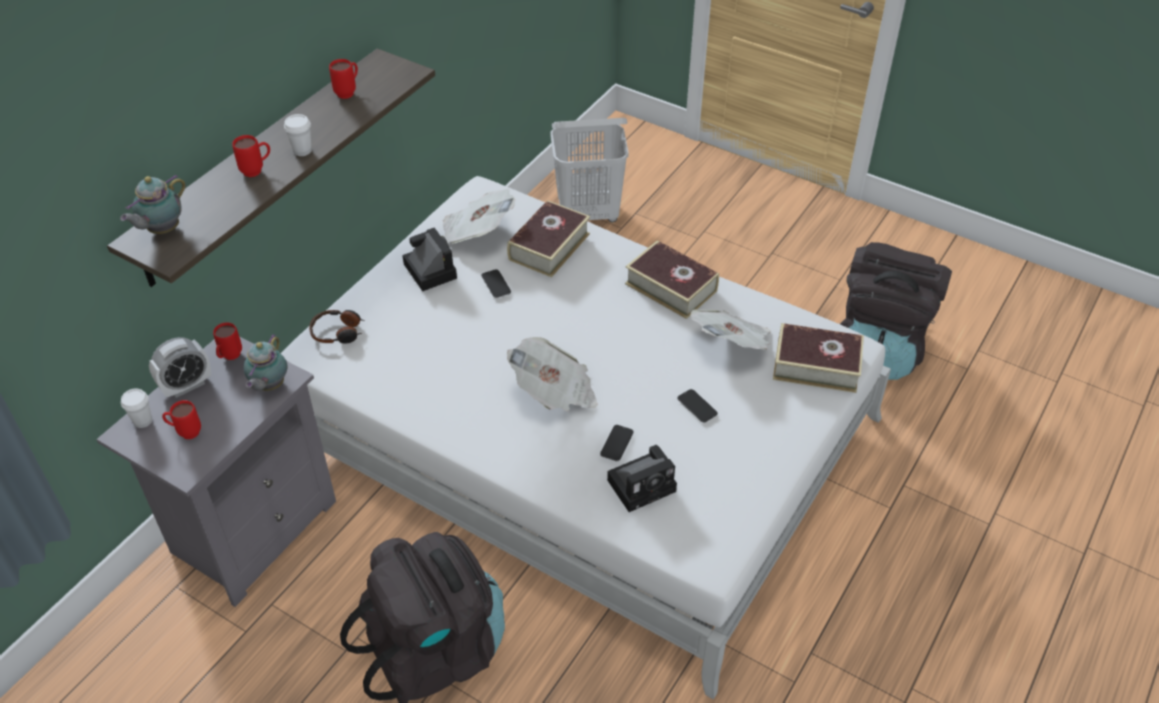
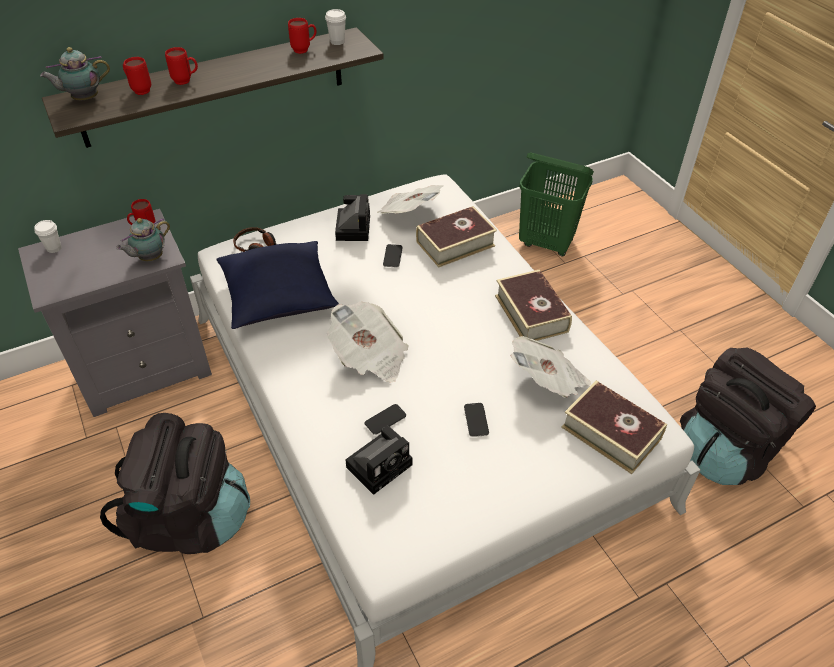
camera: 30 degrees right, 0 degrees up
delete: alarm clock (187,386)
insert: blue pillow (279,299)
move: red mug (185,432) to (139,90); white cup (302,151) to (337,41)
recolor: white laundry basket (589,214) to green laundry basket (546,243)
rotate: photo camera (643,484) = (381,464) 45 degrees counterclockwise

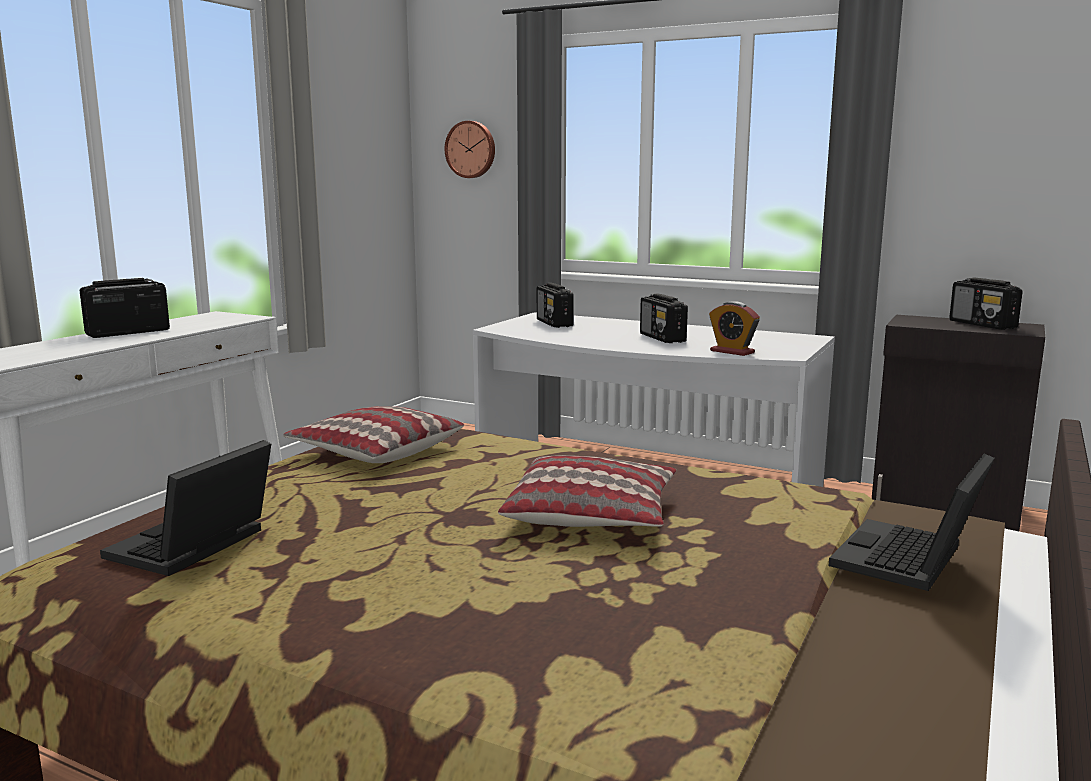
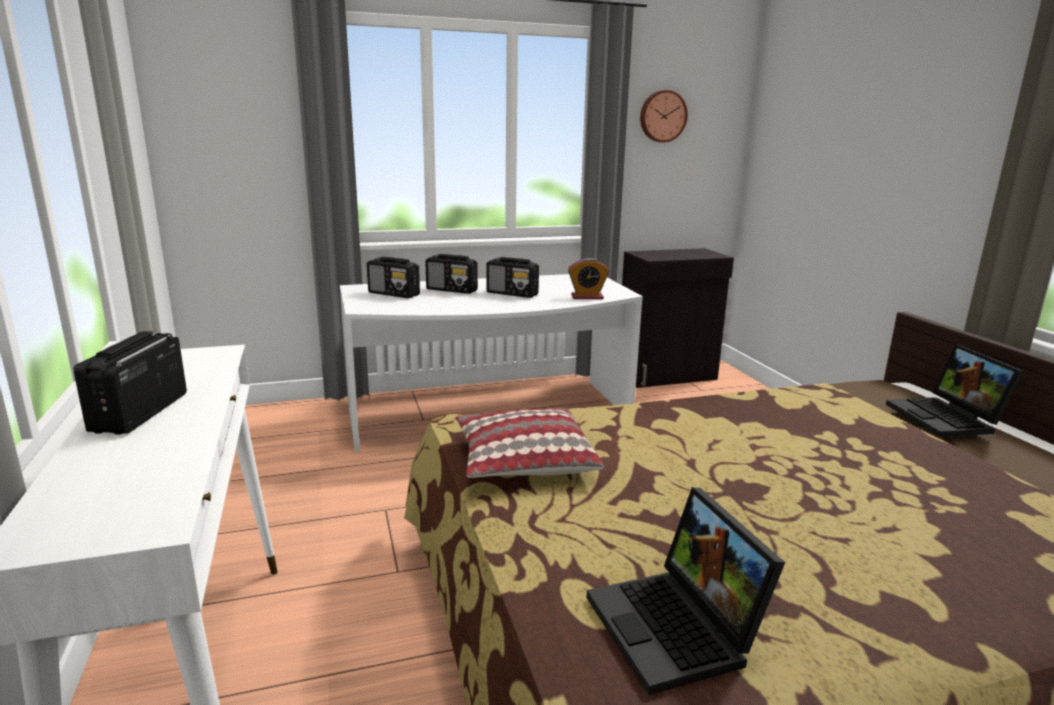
camera: 45 degrees left, 5 degrees up
delete: pillow (592,514)
move: wall clock (471,149) to (662,116); radio (983,325) to (452,290)

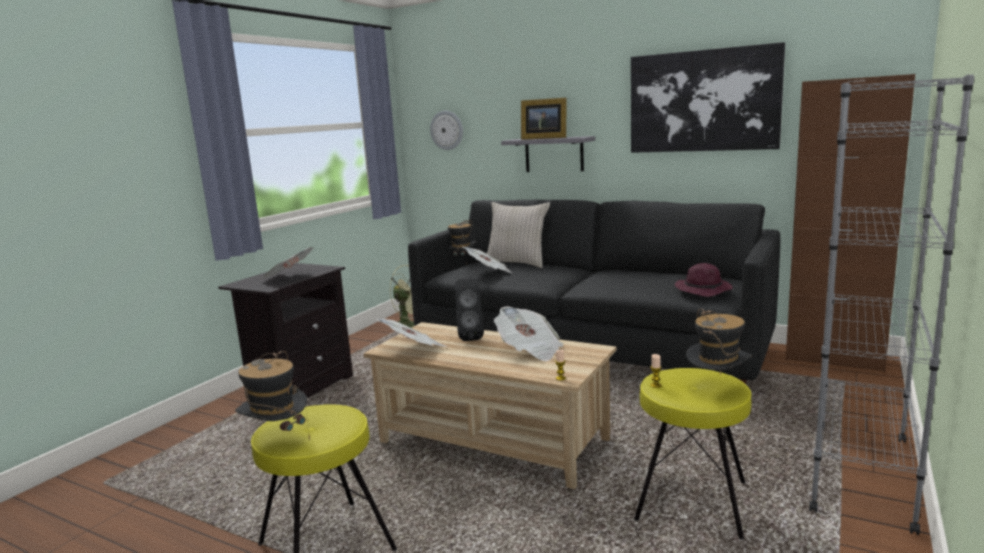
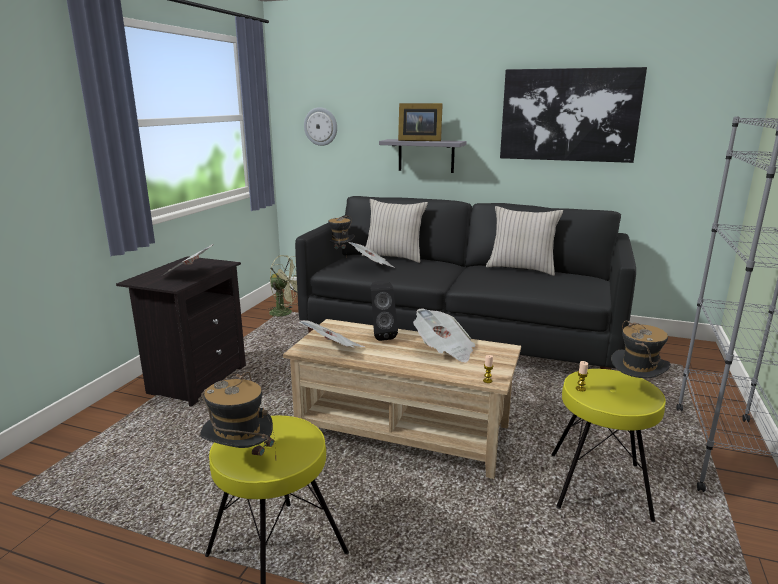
camera: 10 degrees left, 5 degrees up
delete: purple hat (704,290); brown cabinet (834,359)
insert: beige pillow (521,268)

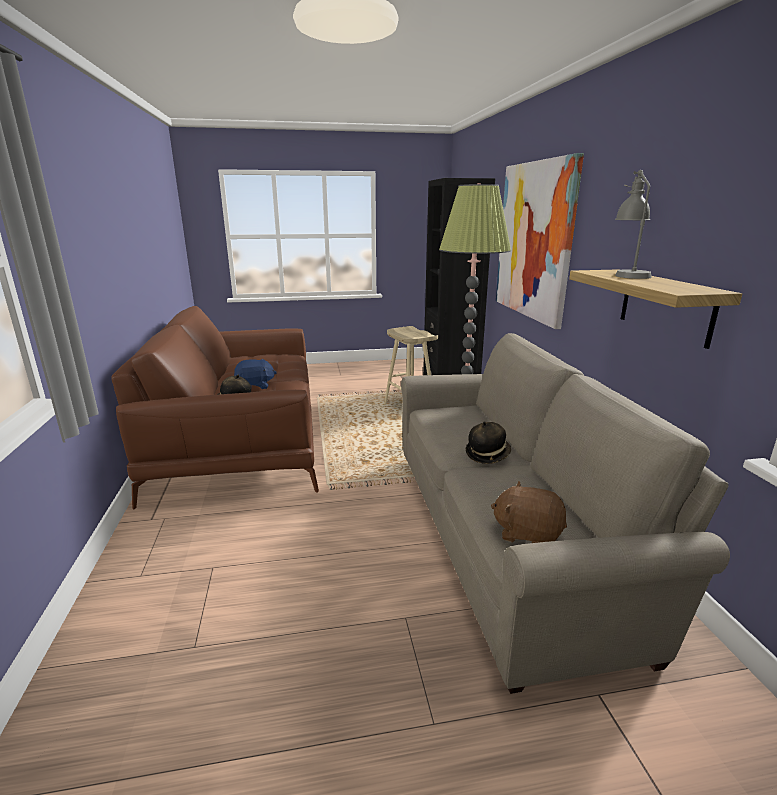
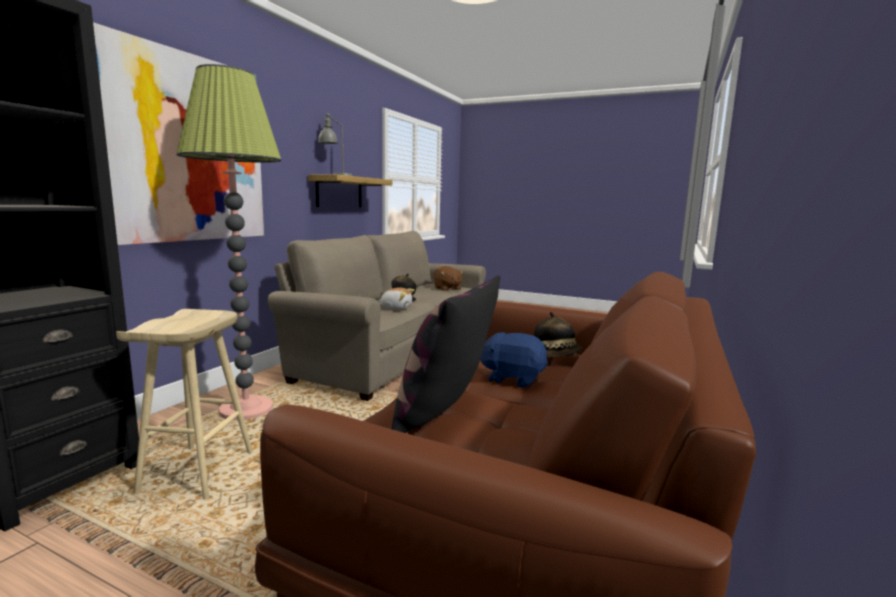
camera: 145 degrees left, 10 degrees down
insert: plush toy (396,308); pillow (444,412)

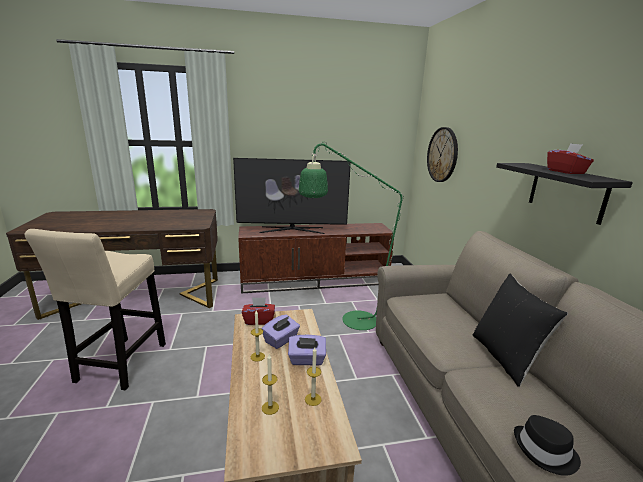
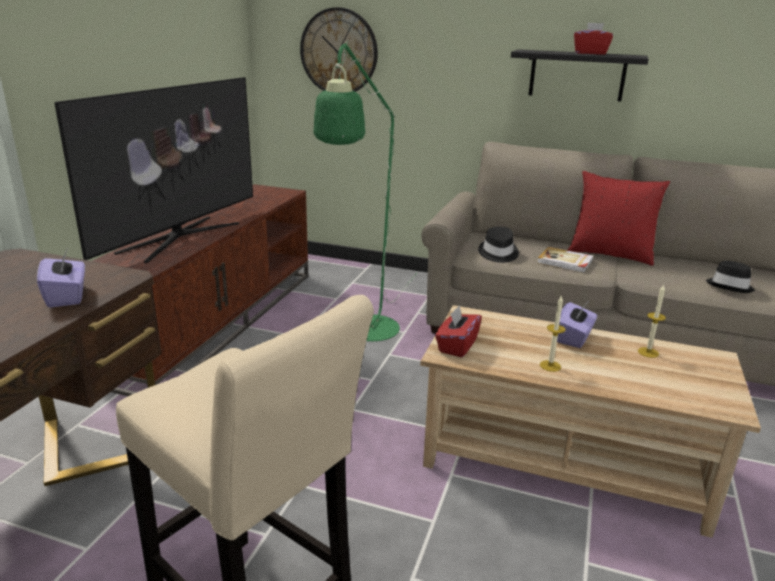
camera: 60 degrees left, 5 degrees up
delete: candle (270,407)
insert: black hat (498,253); book (565,262)
move: purple tissue box (281,340) to (67,296)
recolor: black pillow (505,358) to red pillow (610,254)

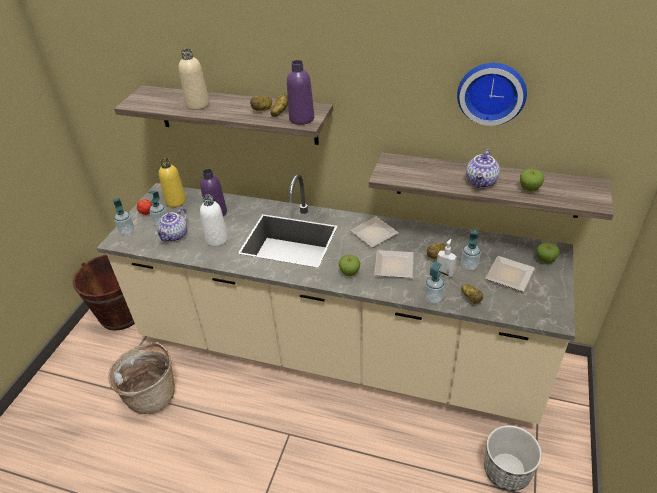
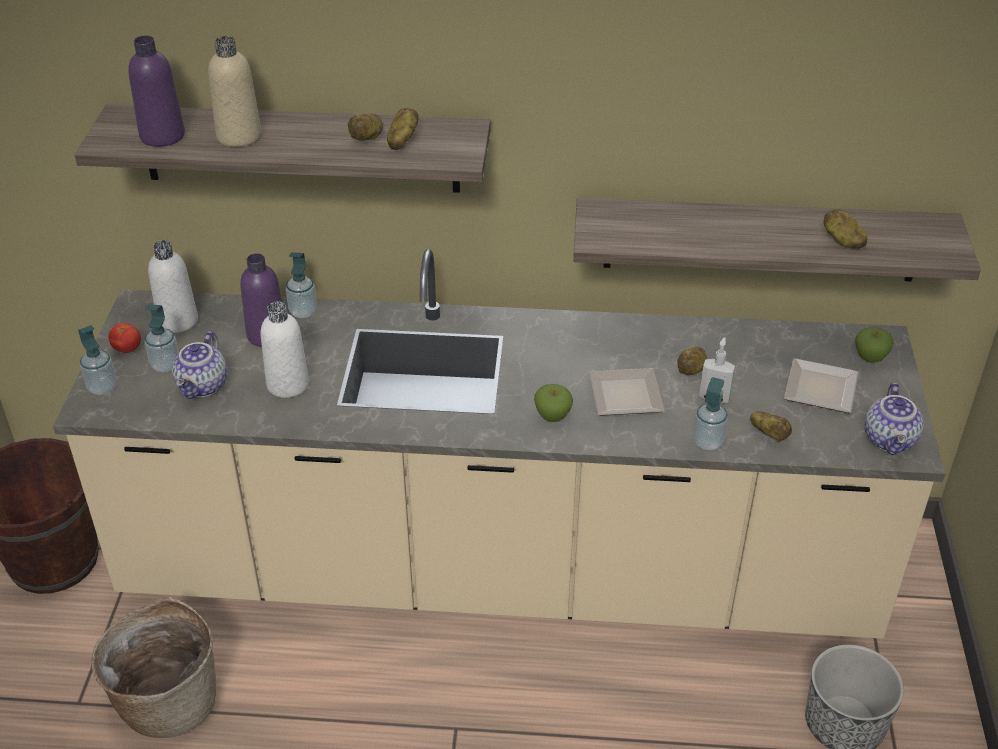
camera: 15 degrees left, 0 degrees up
delete: plate (373,235); wall clock (491,92)
move: purple bottle (301,119) to (162,136); soap dispenser (469,266) to (303,312); teapot (481,182) to (891,440)
replace: apple (529,189) to potato (842,241)
recolor: yellow bottle (176,201) to white bottle (178,321)

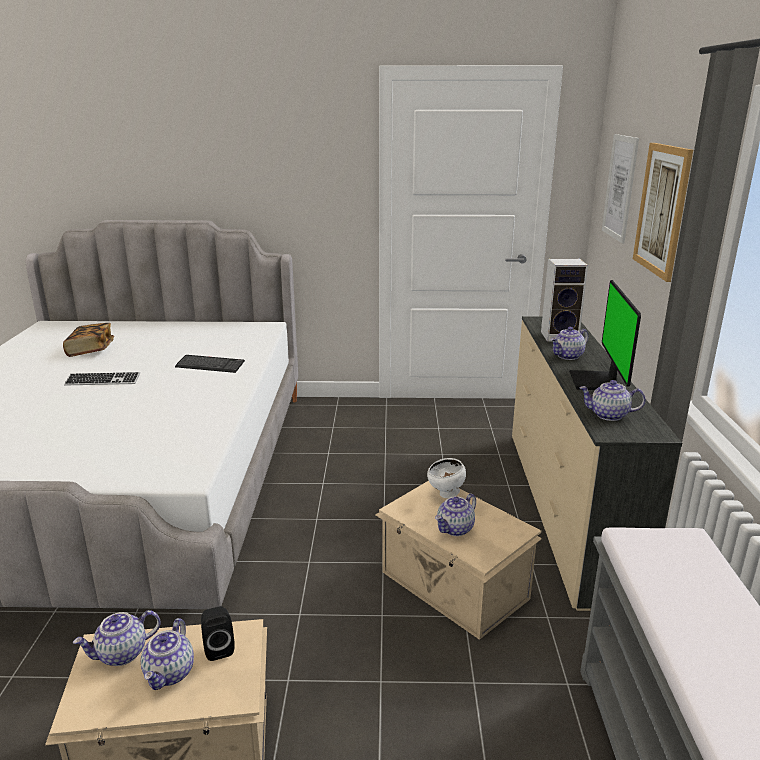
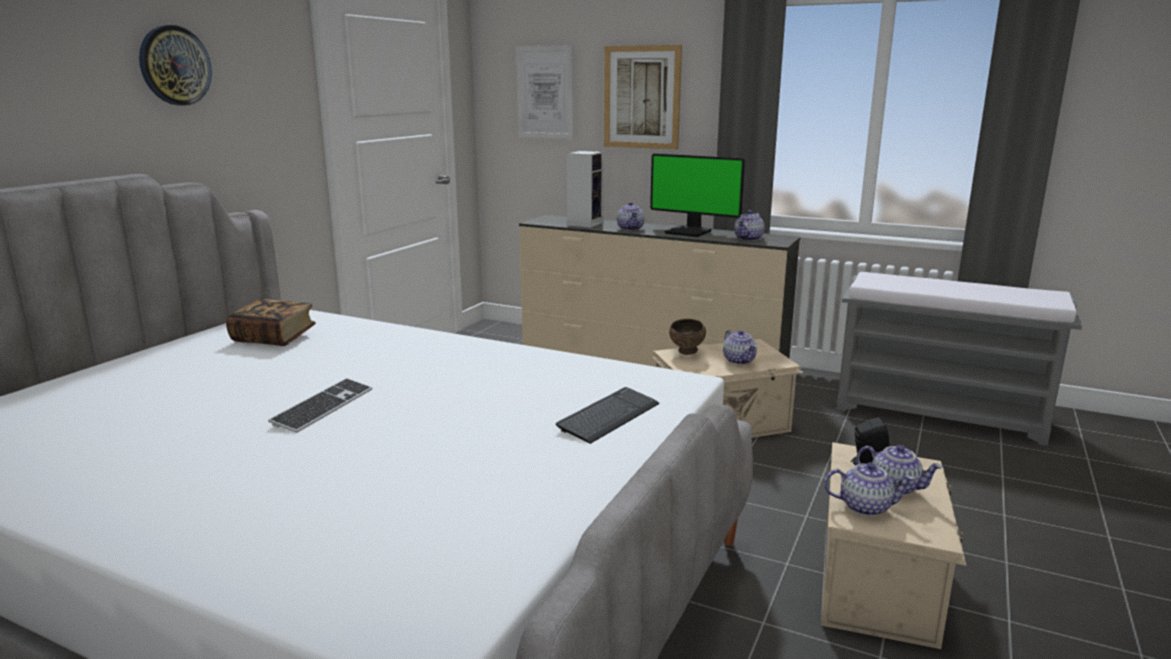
camera: 65 degrees left, 5 degrees down
insert: wall clock (174,65)
move: book (91,350) to (274,338); keyboard (210,365) to (609,417)
recolor: white bowl (446,494) to brown bowl (687,353)
rotate: teapot (122,654) = (865,507) 75 degrees counterclockwise

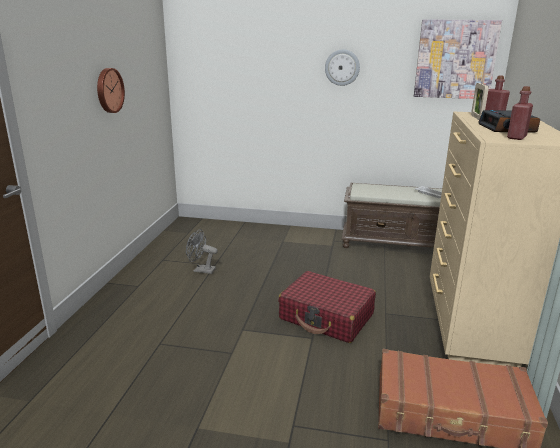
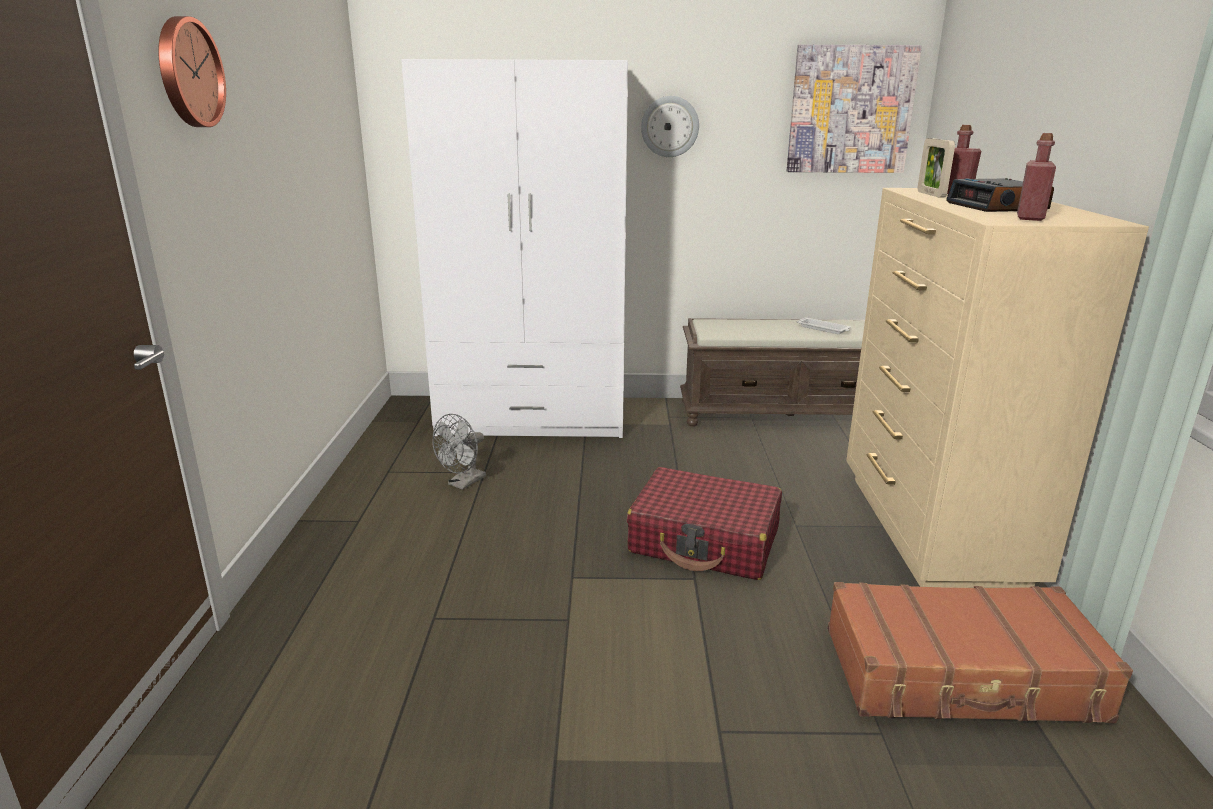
camera: 10 degrees left, 0 degrees up
insert: white wardrobe (534,417)
move: wall clock (109,90) to (188,73)
rotate: grey fan (201,270) = (463,483) 60 degrees counterclockwise

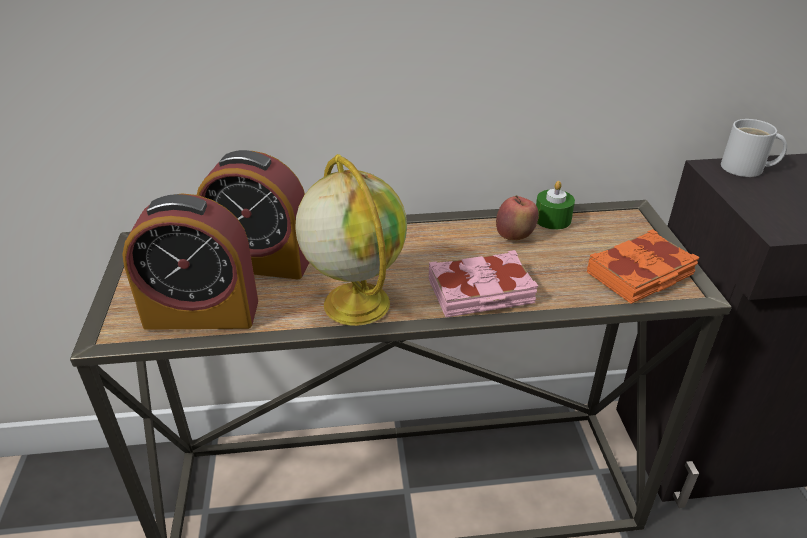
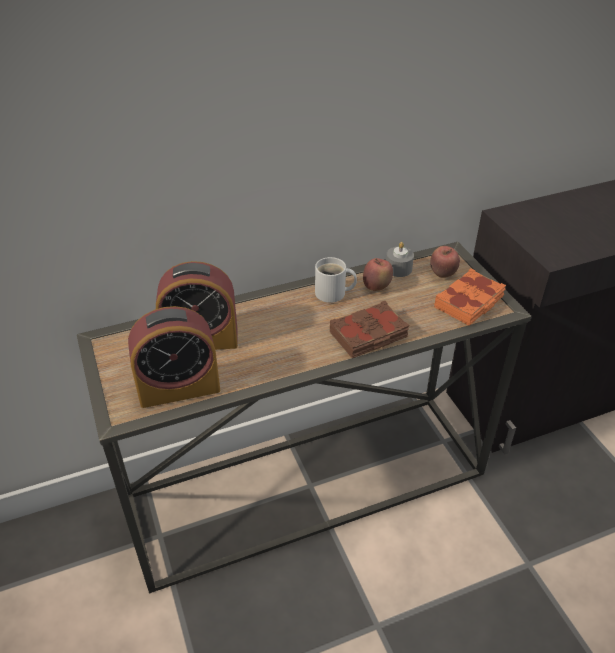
camera: 15 degrees left, 5 degrees up
delete: globe (355,302)
insert: apple (442,274)
move: white mug (746,169) to (333,294)
recolor: pink book (481,292) to brown book (369,335); green candle (552,219) to grey candle (398,268)

